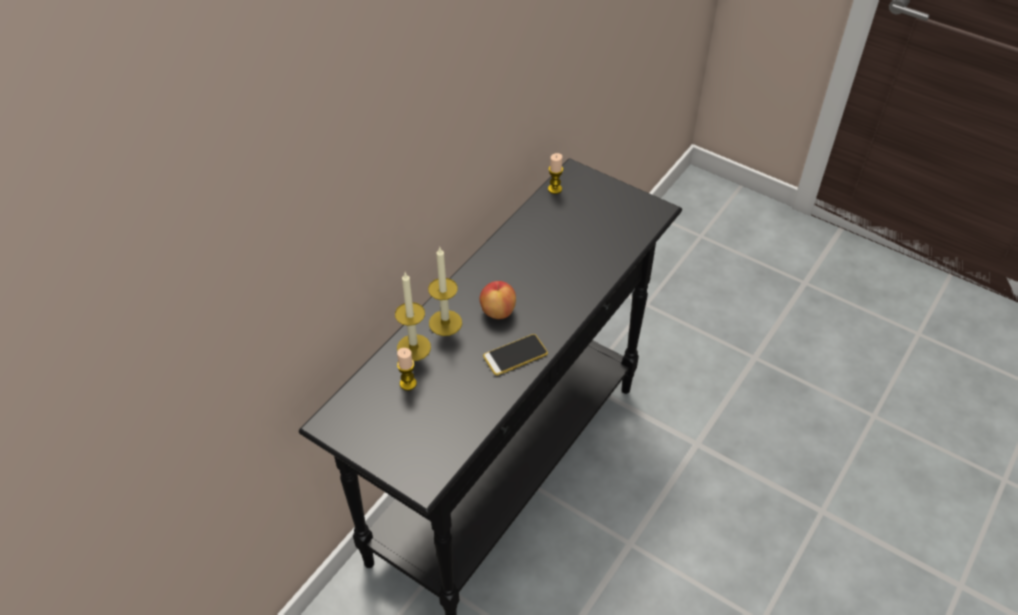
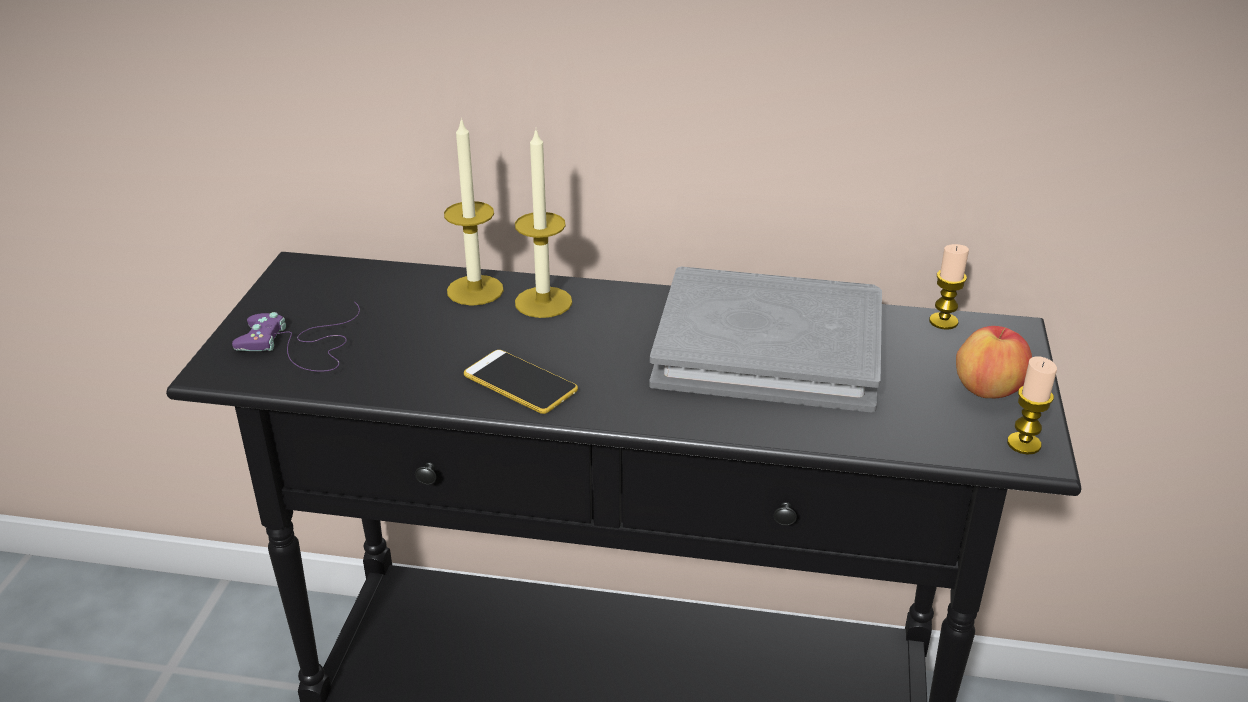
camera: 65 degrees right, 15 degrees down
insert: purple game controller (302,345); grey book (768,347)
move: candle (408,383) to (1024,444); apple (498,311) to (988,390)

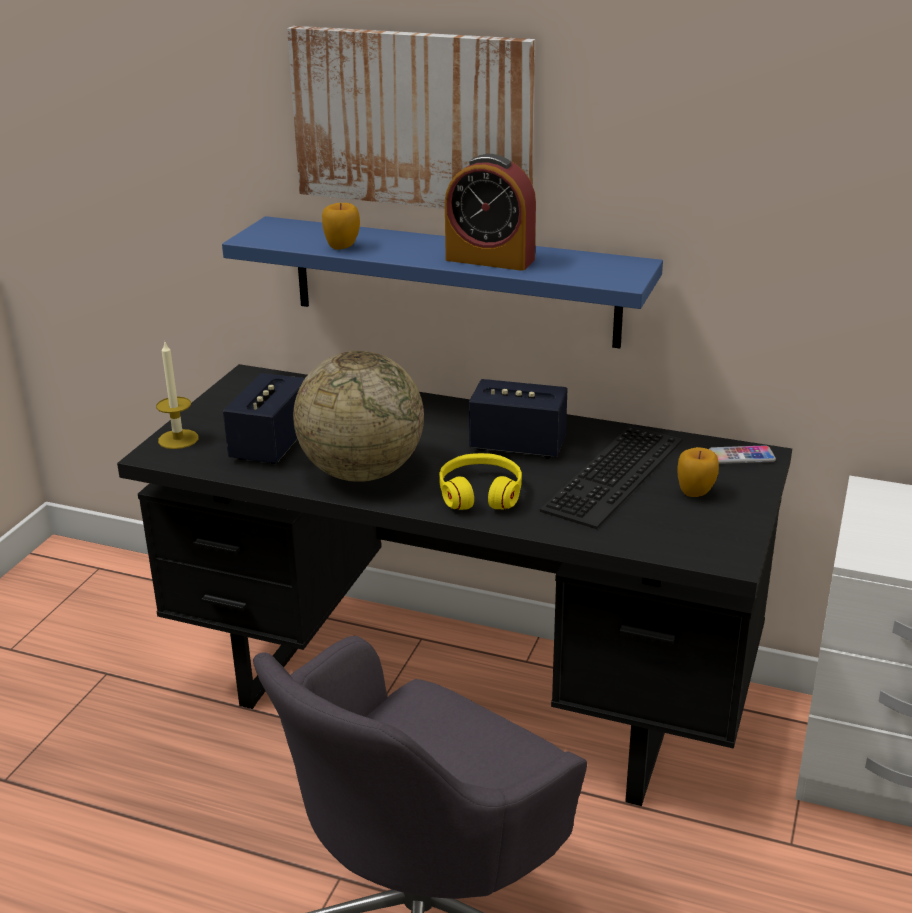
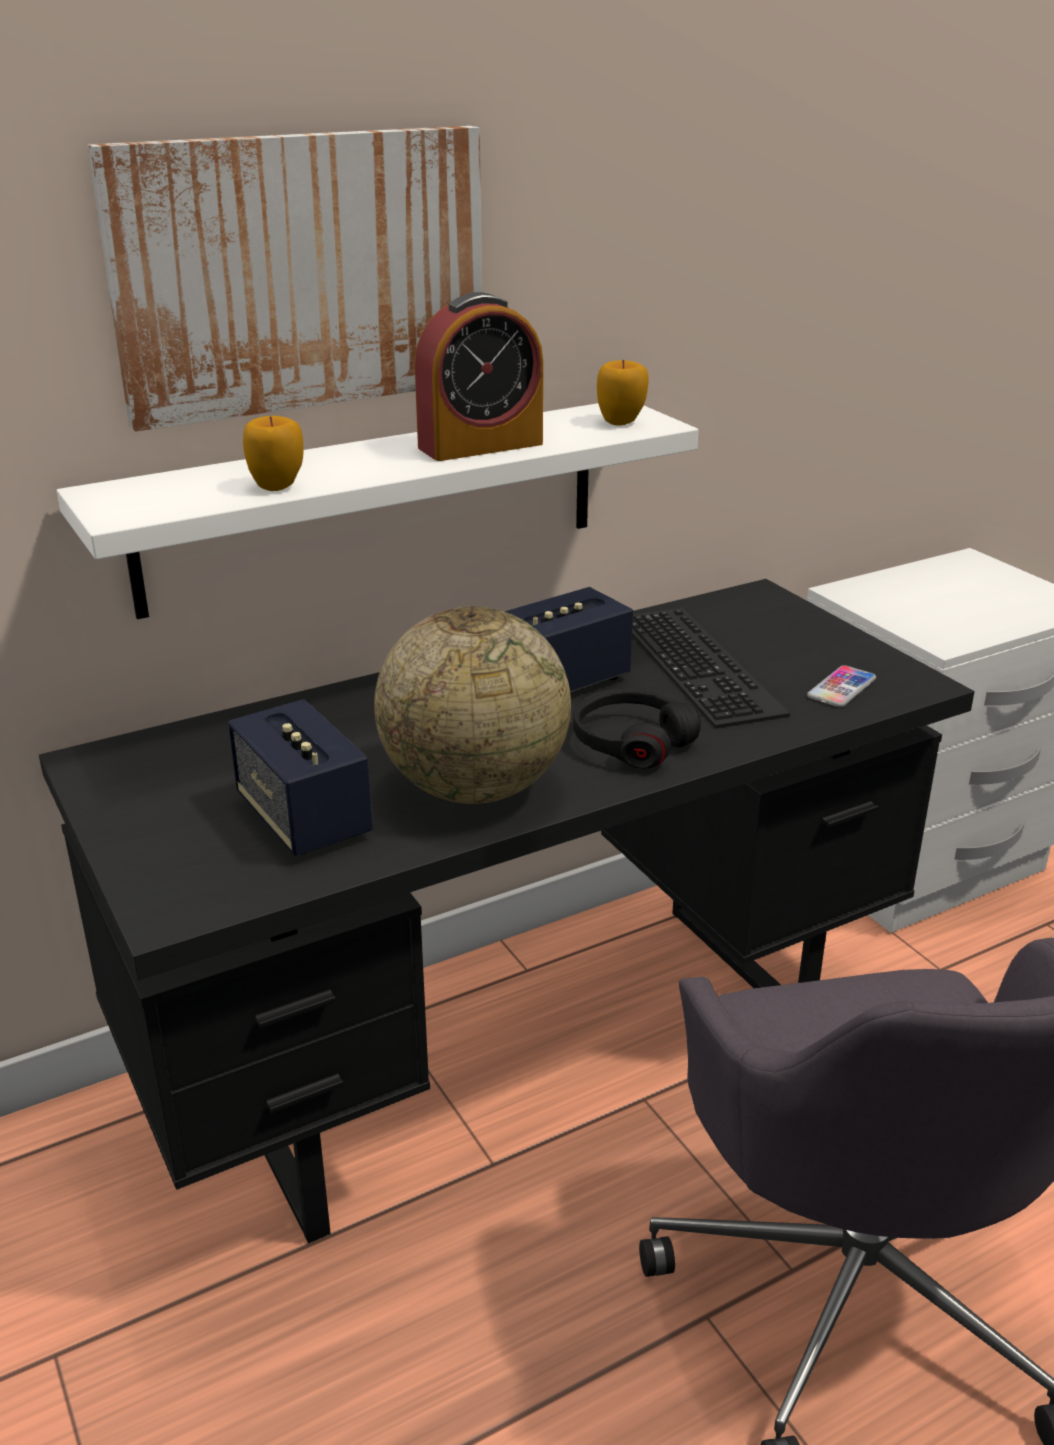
camera: 50 degrees left, 0 degrees up
delete: candle (178,439)
move: apple (695,493) to (621,422); phone (741,456) to (841,688)
recolor: blue shelf (454,281) to white shelf (374,505); yellow headphones (480,493) to black headphones (631,742)

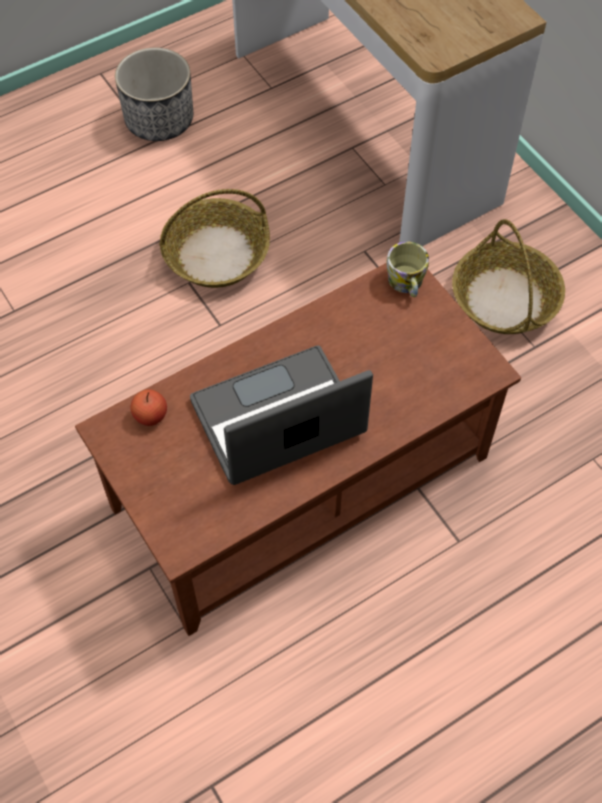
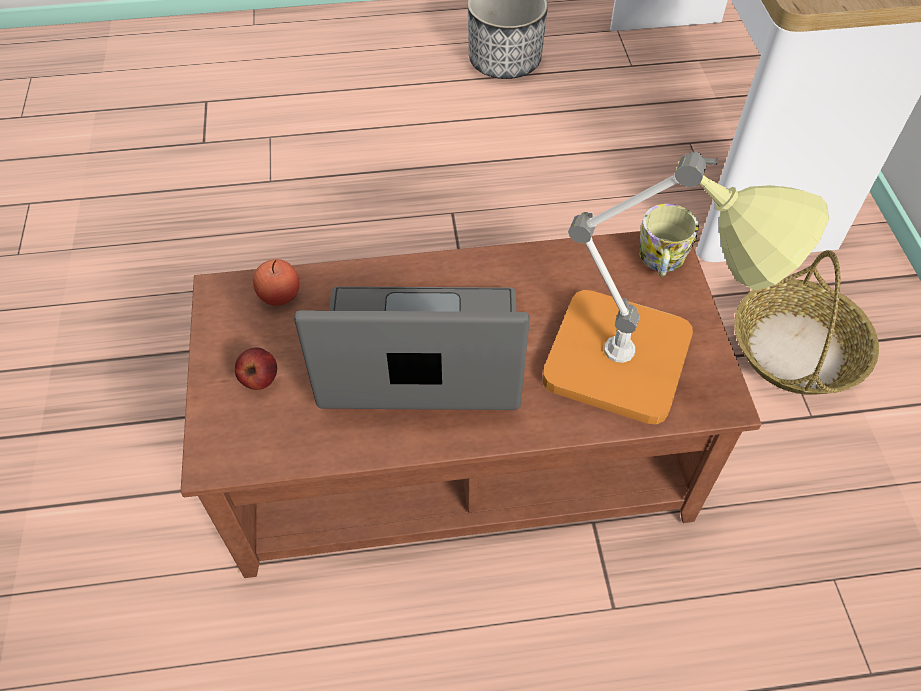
camera: 25 degrees right, 5 degrees down
delete: basket (216,254)
insert: apple (259,380); table lamp (638,363)

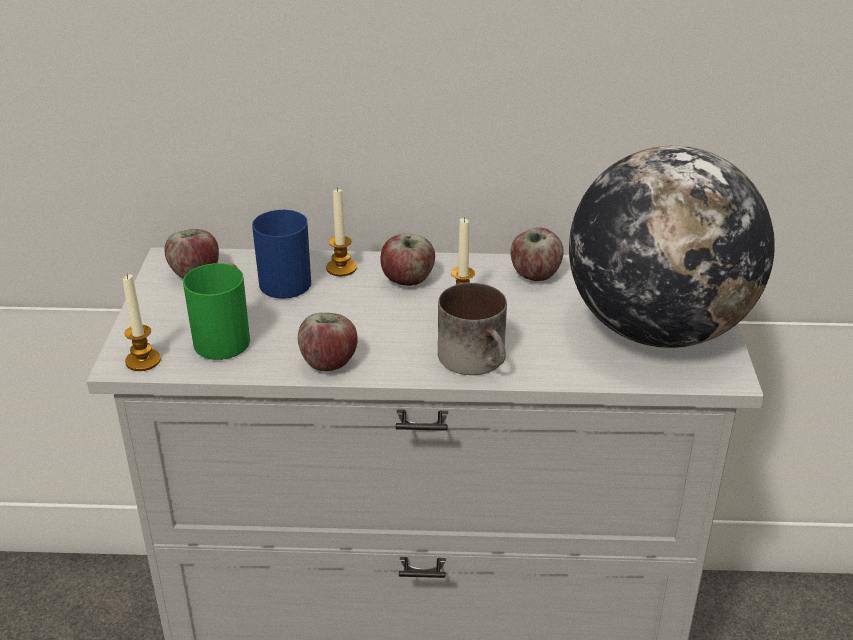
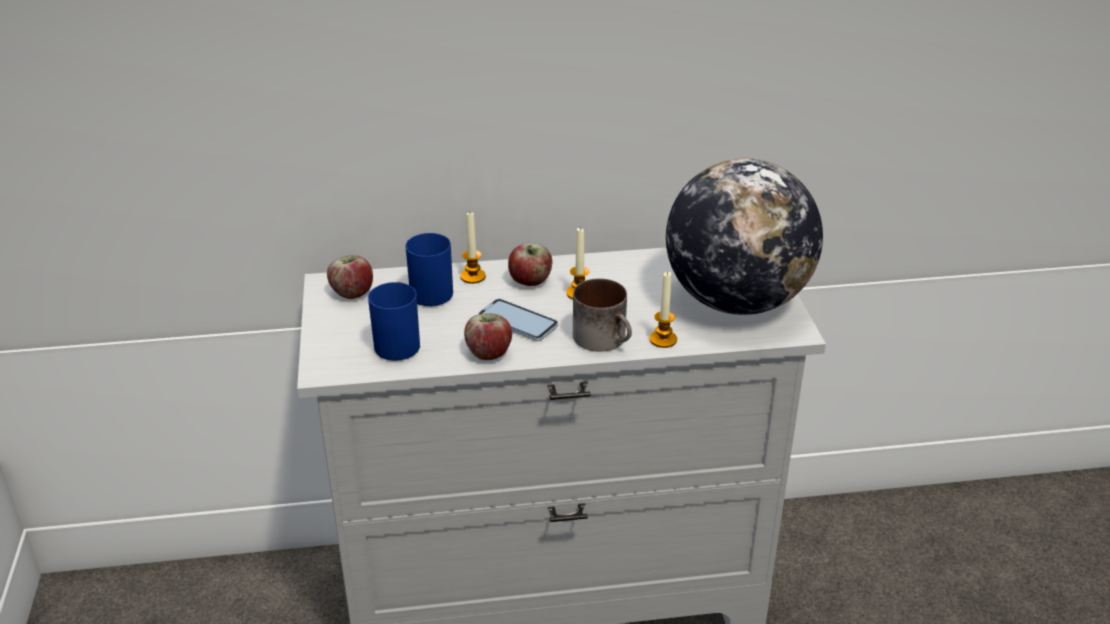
camera: 10 degrees left, 0 degrees up
delete: apple (535,275)
insert: phone (518,322)
move: candle (143,361) to (663,340)
recolor: green mug (226,337) to blue mug (398,342)

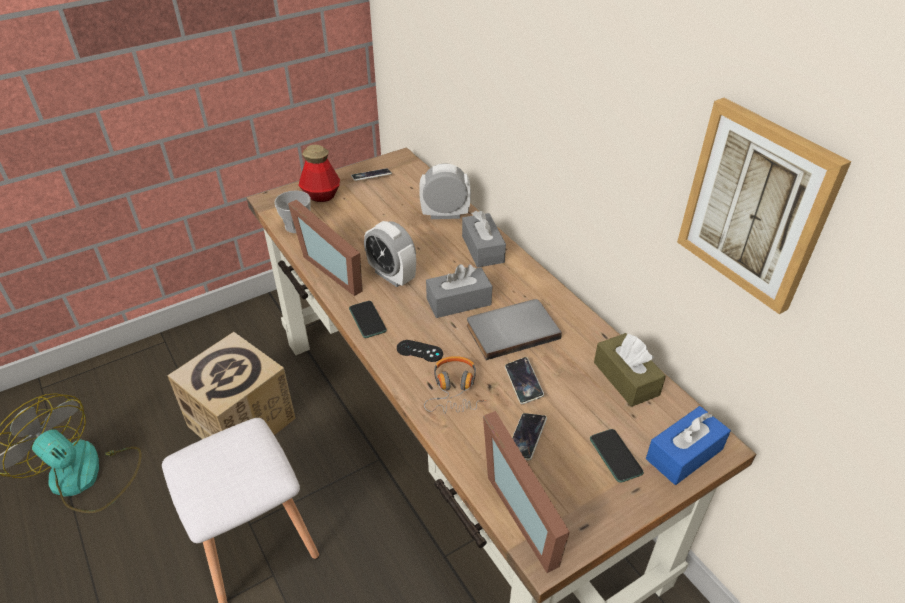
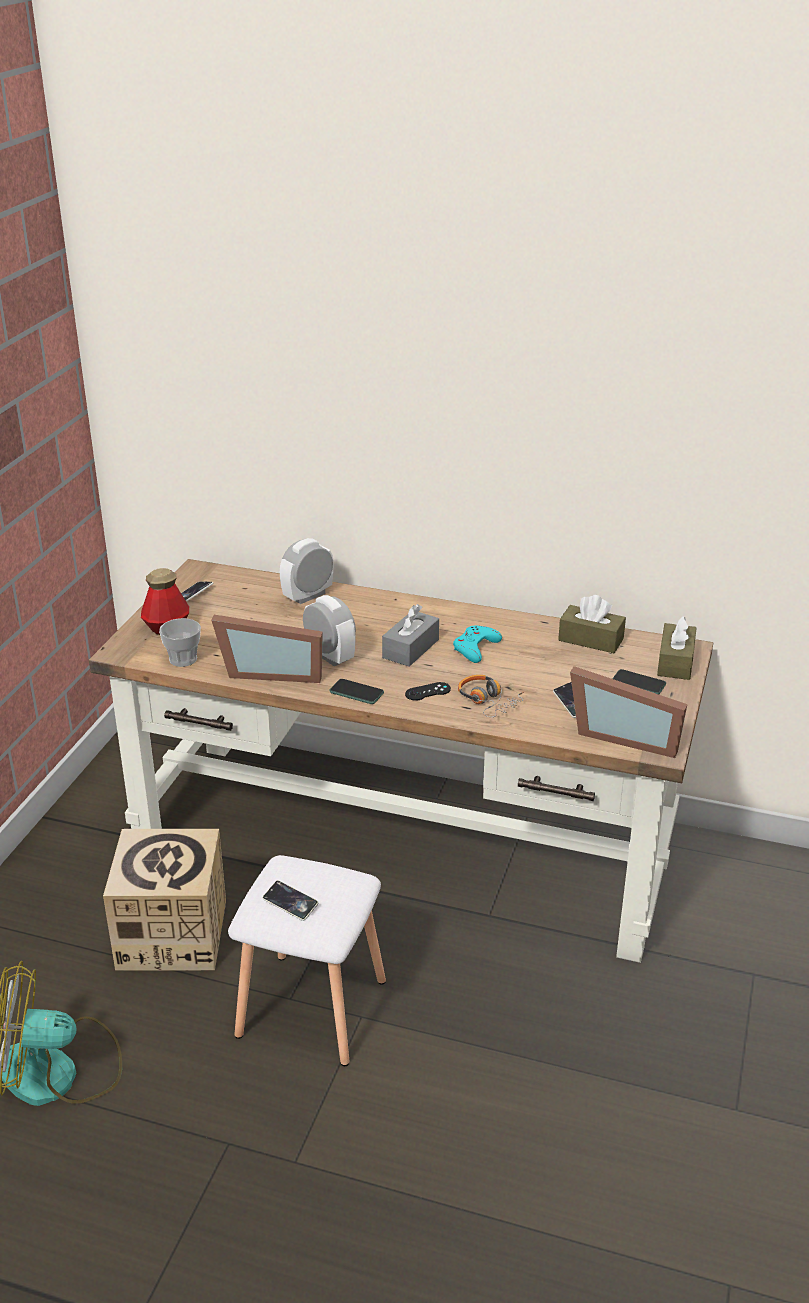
camera: 40 degrees left, 10 degrees down
delete: grey tissue box (482,249); picture (756,205)
move: phone (523,382) to (290,903)
replace: grey book (511,330) to turquoise game controller (475,648)
recolor: blue tissue box (684,454) to brown tissue box (675,662)
rotate: alarm clock (391,276) = (330,656) 135 degrees counterclockwise

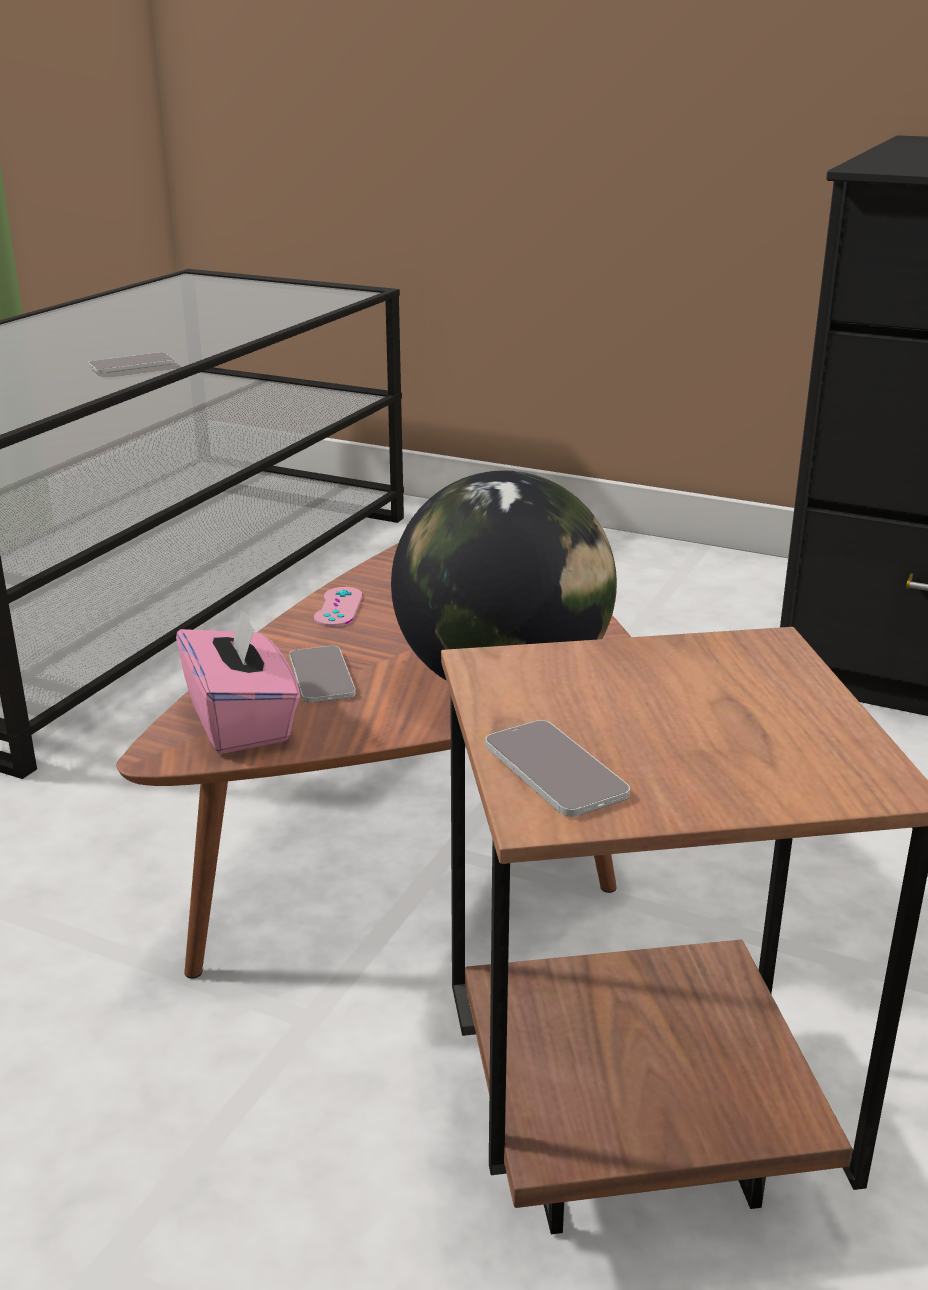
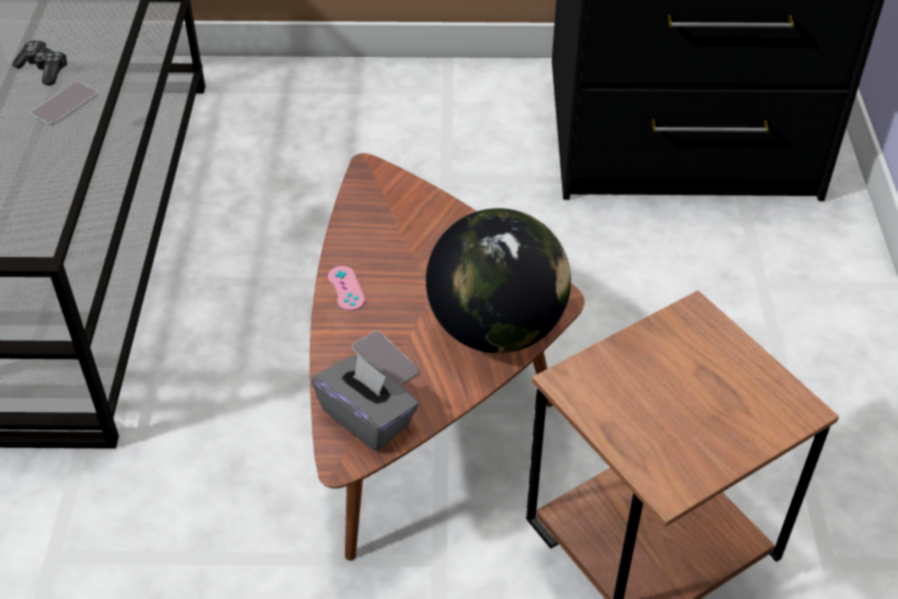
camera: 25 degrees left, 20 degrees up
delete: phone (554,770)
insert: game controller (44,69)
recolor: pink tissue box (242,721) to grey tissue box (367,418)

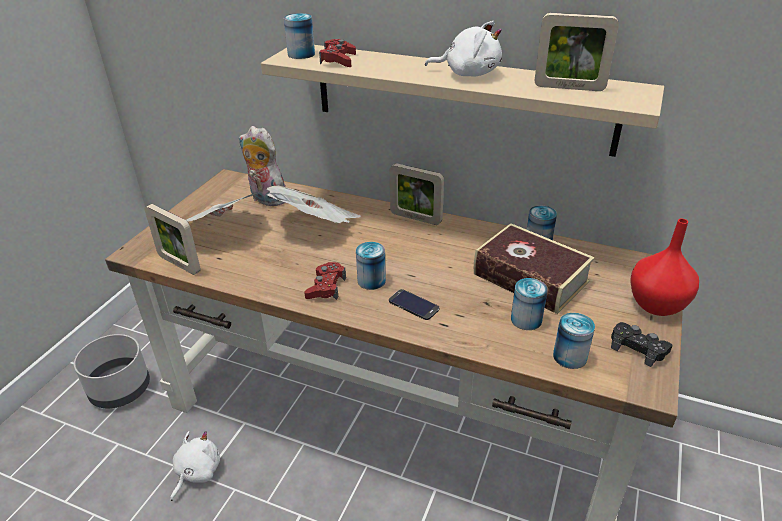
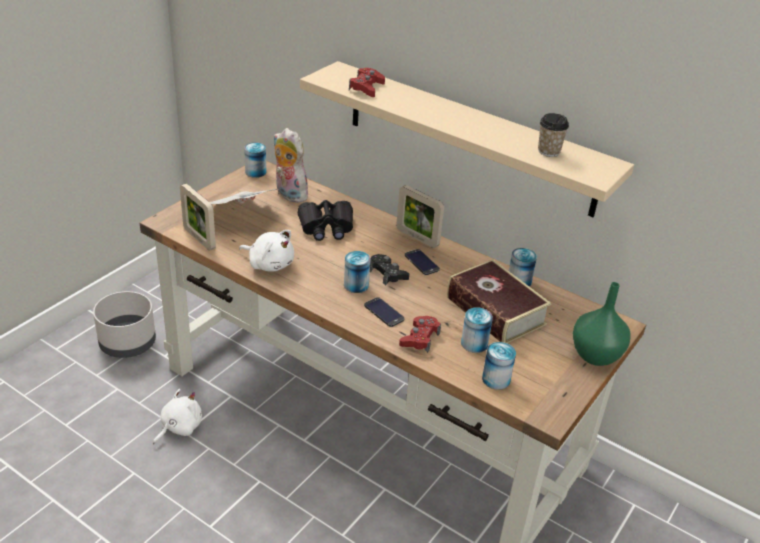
camera: 10 degrees right, 0 degrees up
insert: phone (421,262)
move: can (301,54) to (255,172); red game controller (326,287) to (420,338); white plush toy (468,73) to (269,264); black game controller (638,348) to (387,274)
replace: newspaper (317,225) to black binoculars (326,227); picture frame (569,87) to cup (548,151)
recolor: red vase (655,304) to green vase (594,355)

